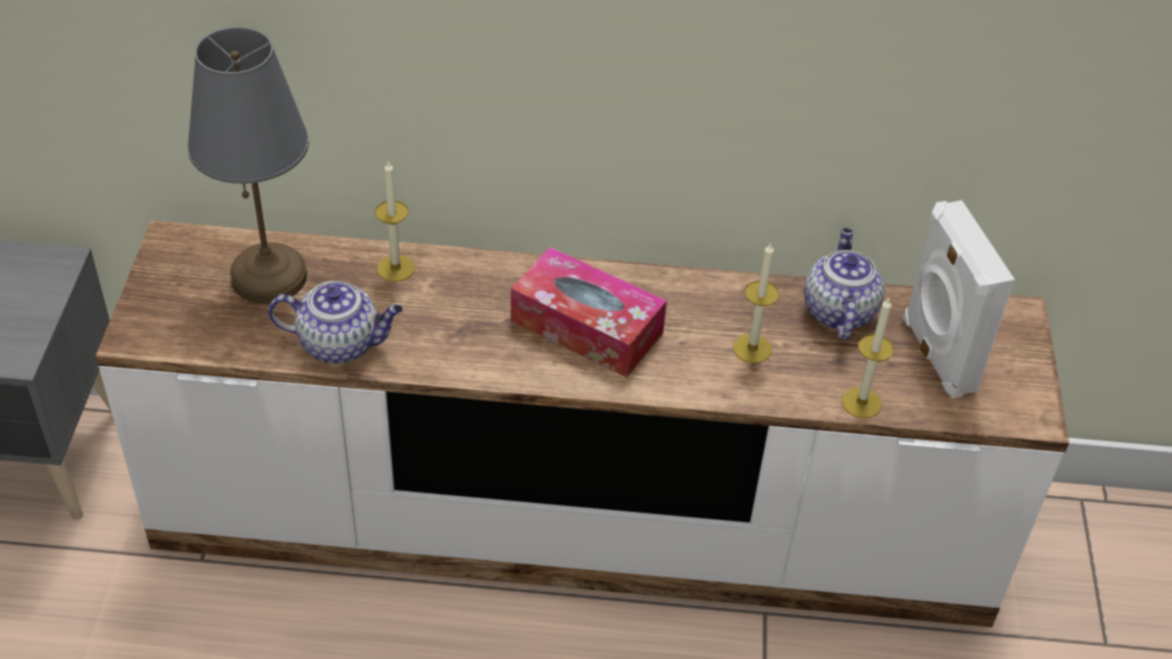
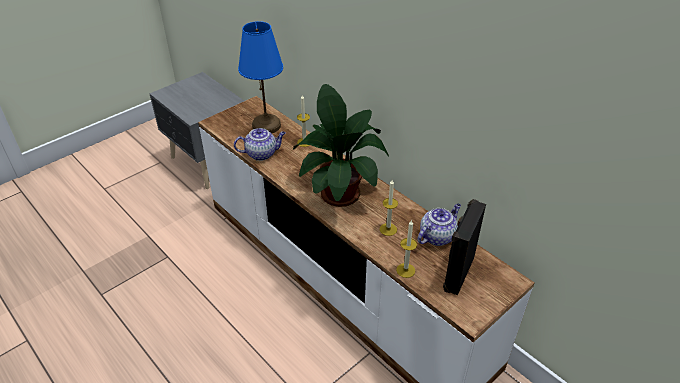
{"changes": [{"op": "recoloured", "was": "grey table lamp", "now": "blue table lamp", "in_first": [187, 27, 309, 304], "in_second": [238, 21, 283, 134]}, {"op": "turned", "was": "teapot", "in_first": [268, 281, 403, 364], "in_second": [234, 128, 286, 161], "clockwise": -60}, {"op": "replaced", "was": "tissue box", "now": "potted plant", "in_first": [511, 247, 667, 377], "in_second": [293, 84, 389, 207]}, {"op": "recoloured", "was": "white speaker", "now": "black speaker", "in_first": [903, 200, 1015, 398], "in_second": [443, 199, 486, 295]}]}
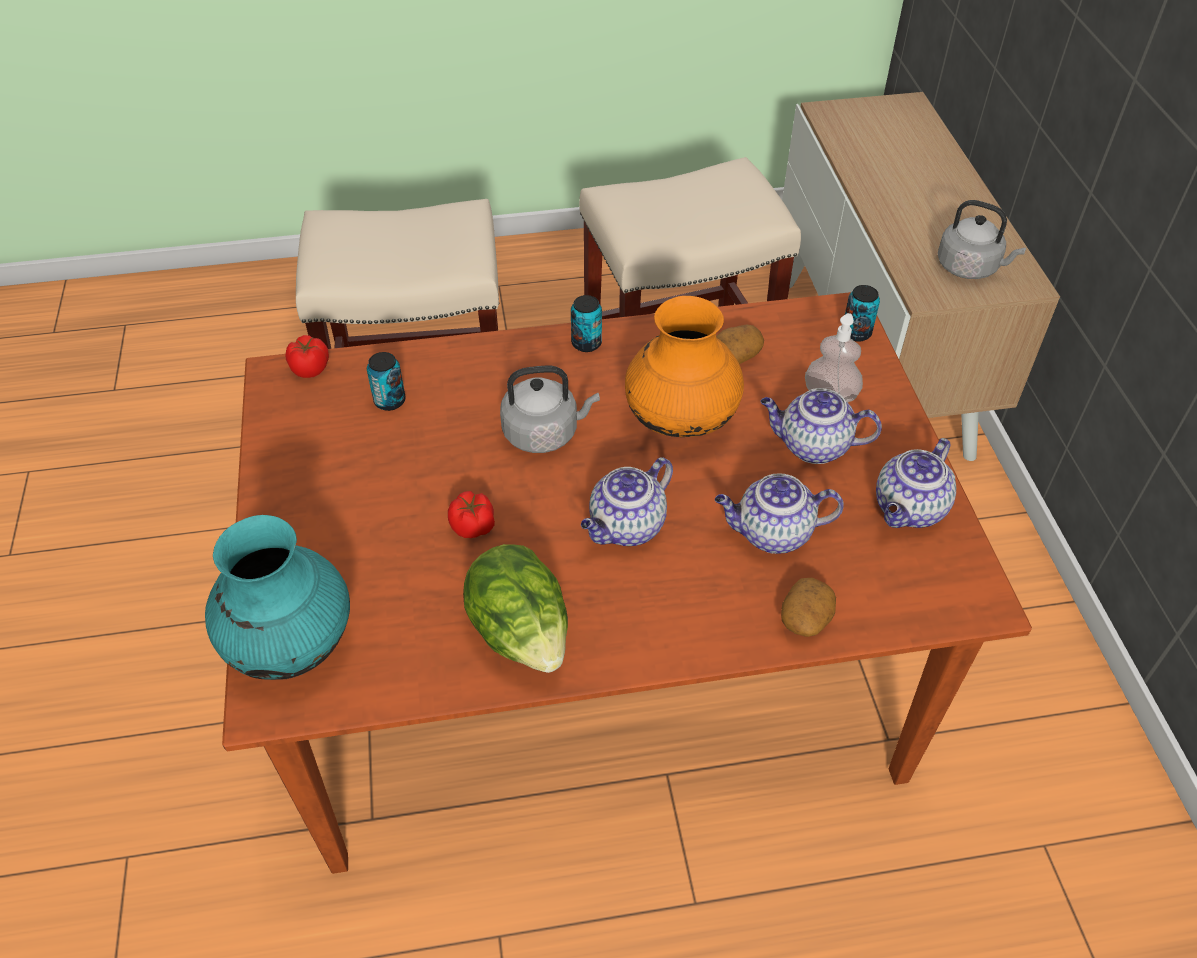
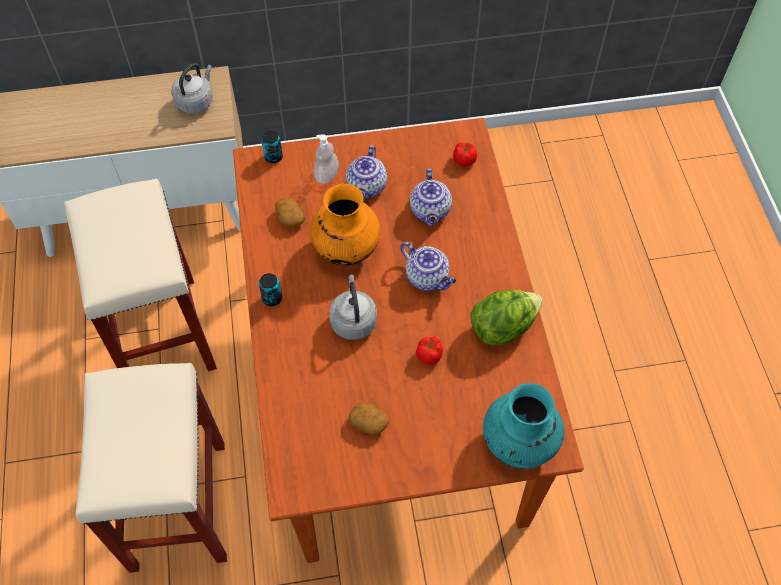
{"changes": [{"op": "moved", "was": "tomato", "in_first": [285, 335, 329, 378], "in_second": [453, 142, 477, 167]}, {"op": "removed", "was": "can", "in_first": [367, 352, 406, 411]}, {"op": "moved", "was": "potato", "in_first": [781, 578, 836, 637], "in_second": [349, 403, 389, 434]}, {"op": "removed", "was": "teapot", "in_first": [876, 438, 956, 528]}]}
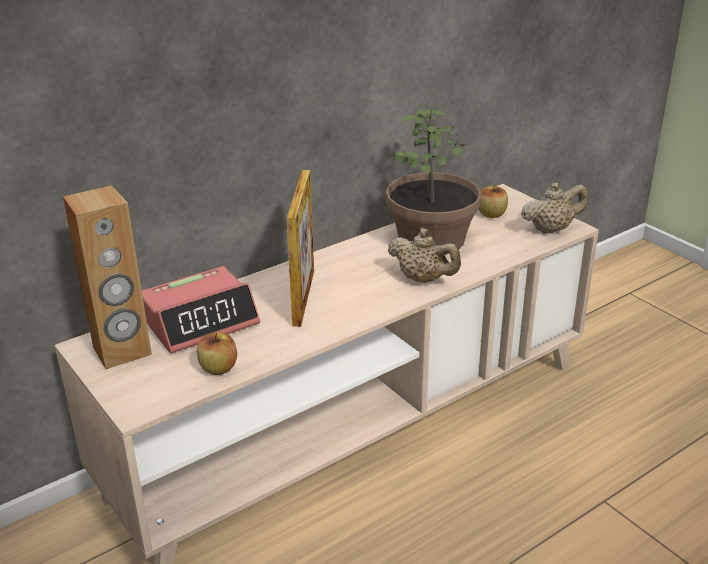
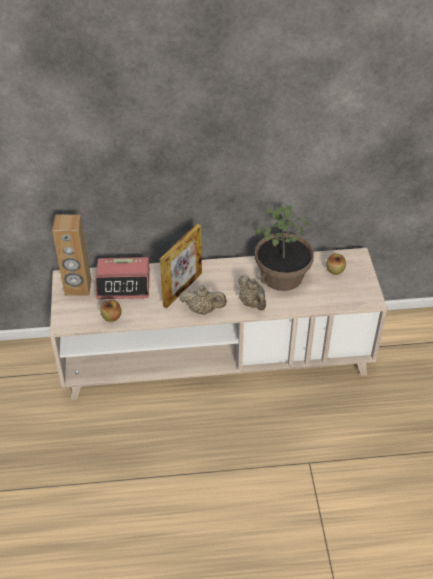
{"changes": [{"op": "moved", "was": "beige teapot", "in_first": [521, 182, 588, 234], "in_second": [179, 286, 227, 315]}]}
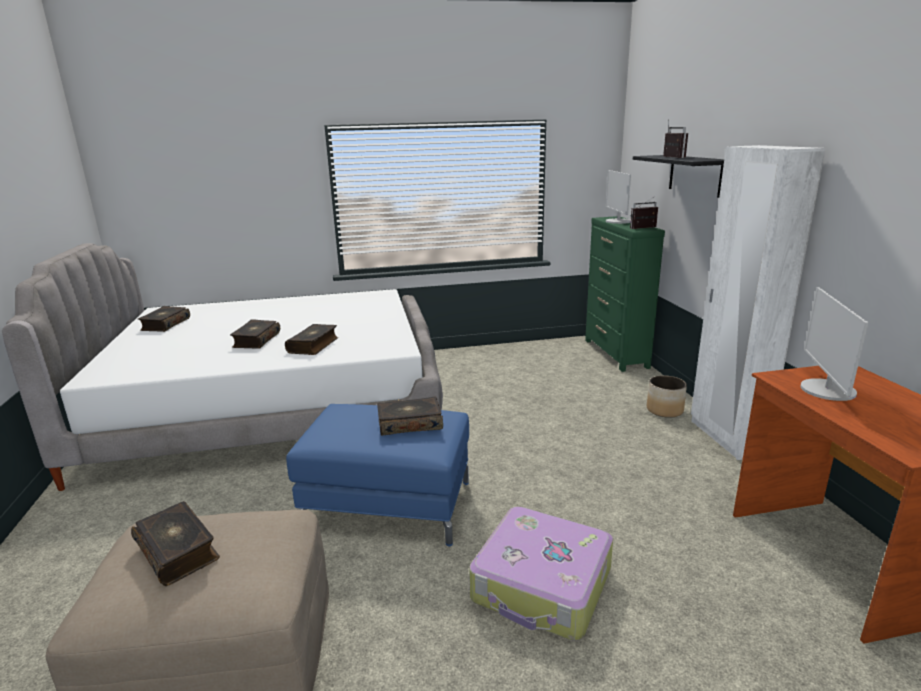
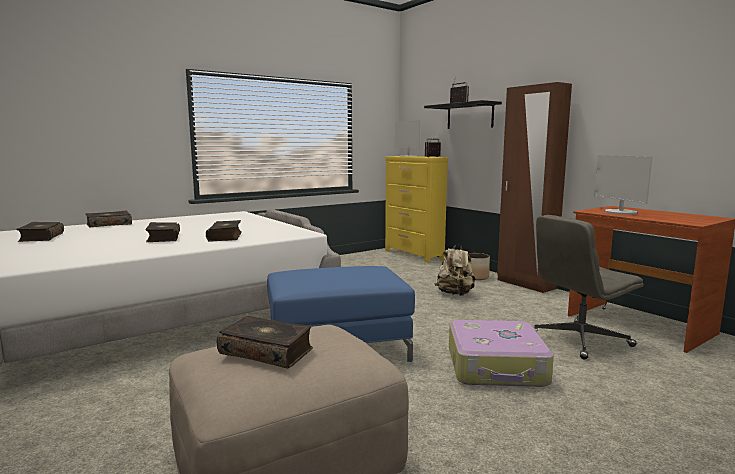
{"changes": [{"op": "moved", "was": "book", "in_first": [377, 397, 443, 435], "in_second": [86, 210, 132, 228]}, {"op": "recoloured", "was": "green dresser", "now": "yellow dresser", "in_first": [585, 216, 665, 372], "in_second": [385, 156, 448, 263]}, {"op": "recoloured", "was": "white wardrobe", "now": "brown wardrobe", "in_first": [691, 145, 826, 460], "in_second": [497, 82, 572, 293]}, {"op": "added", "now": "beige backpack", "in_second": [434, 243, 476, 296]}, {"op": "added", "now": "grey office chair", "in_second": [533, 215, 643, 360]}]}
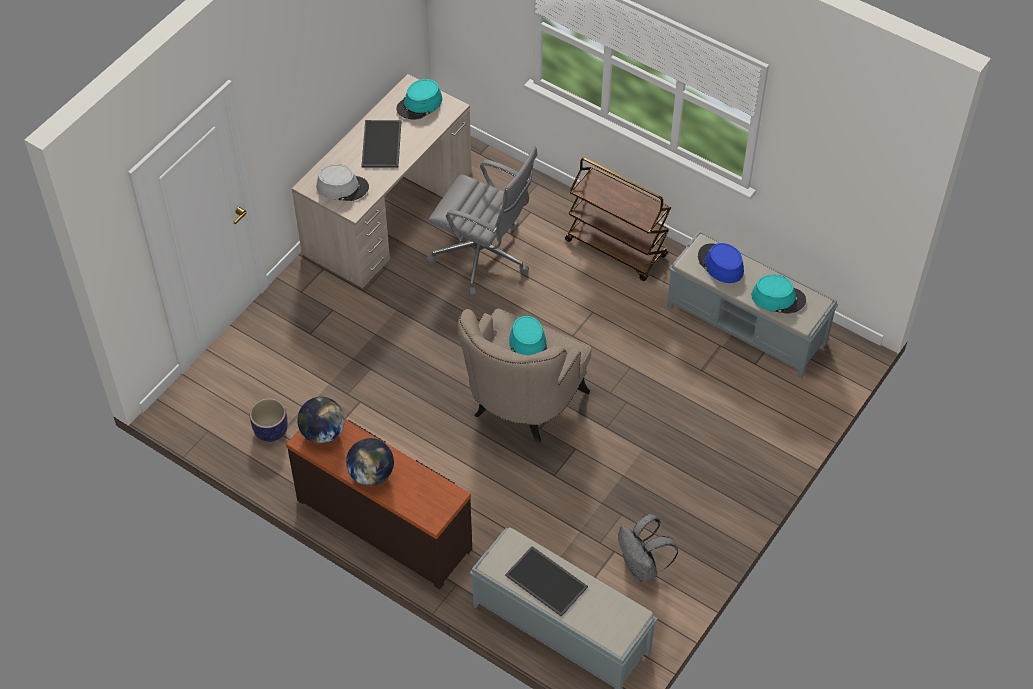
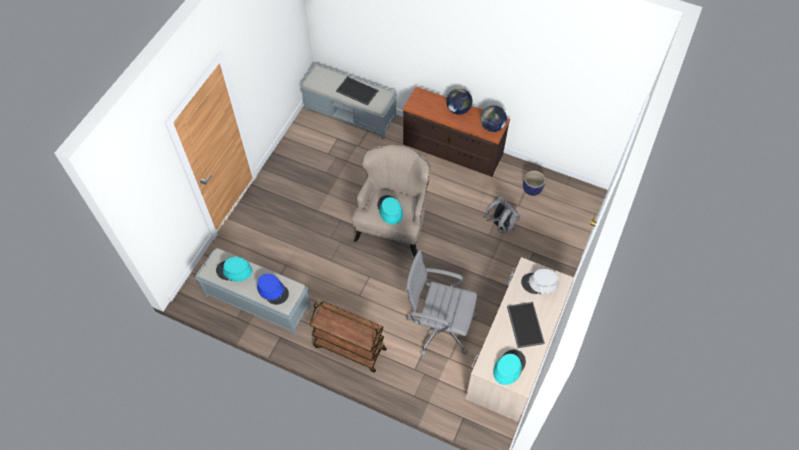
{"changes": [{"op": "moved", "was": "grey backpack", "in_first": [618, 514, 678, 582], "in_second": [484, 195, 520, 233]}]}
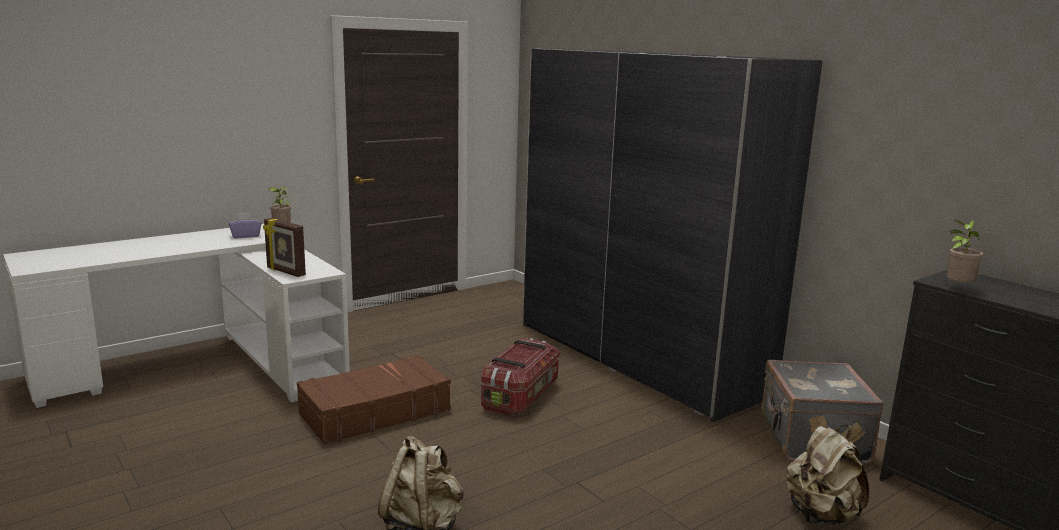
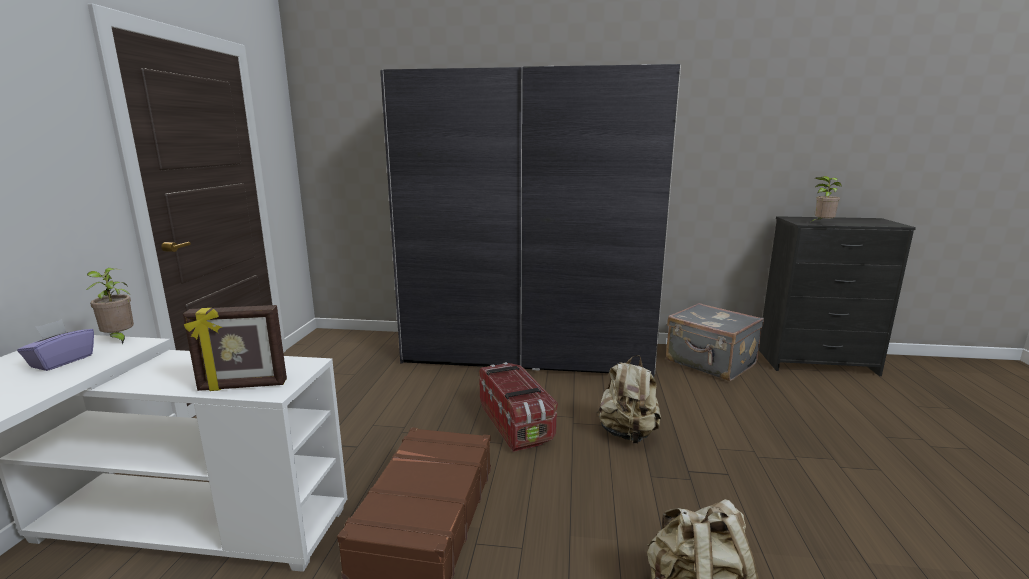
{"changes": [{"op": "moved", "was": "beige backpack", "in_first": [786, 425, 869, 525], "in_second": [596, 355, 661, 444]}]}
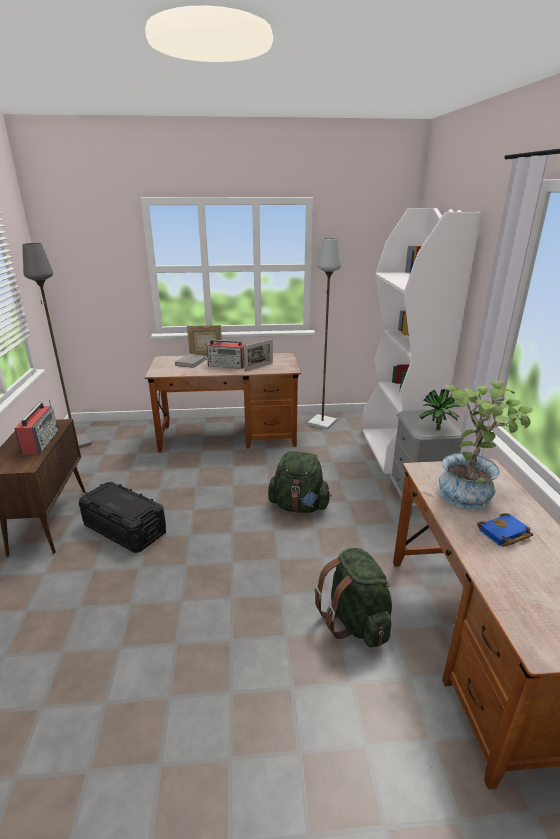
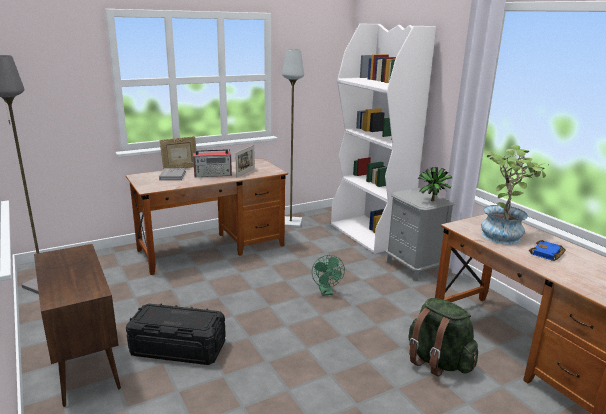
{"changes": [{"op": "removed", "was": "radio", "in_first": [14, 399, 59, 455]}, {"op": "replaced", "was": "green backpack", "now": "green fan", "in_first": [268, 451, 331, 513], "in_second": [312, 255, 345, 296]}]}
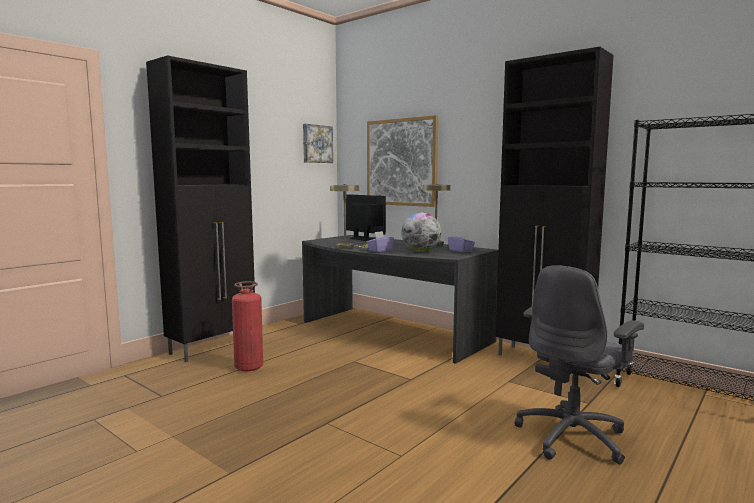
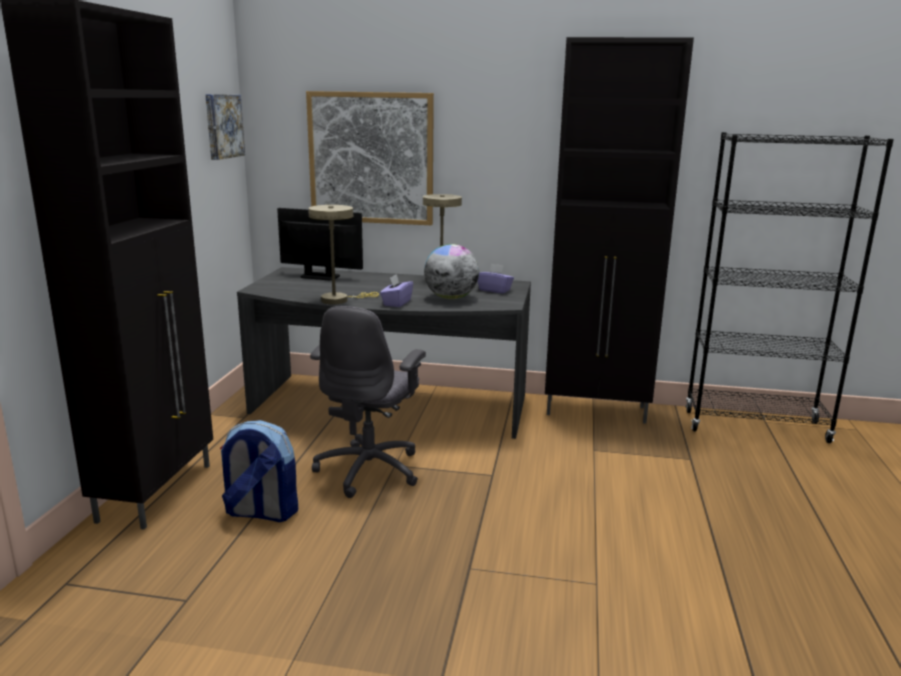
{"changes": [{"op": "replaced", "was": "fire extinguisher", "now": "backpack", "in_first": [232, 281, 263, 371], "in_second": [220, 420, 298, 522]}, {"op": "moved", "was": "grey office chair", "in_first": [515, 265, 644, 464], "in_second": [310, 306, 426, 498]}]}
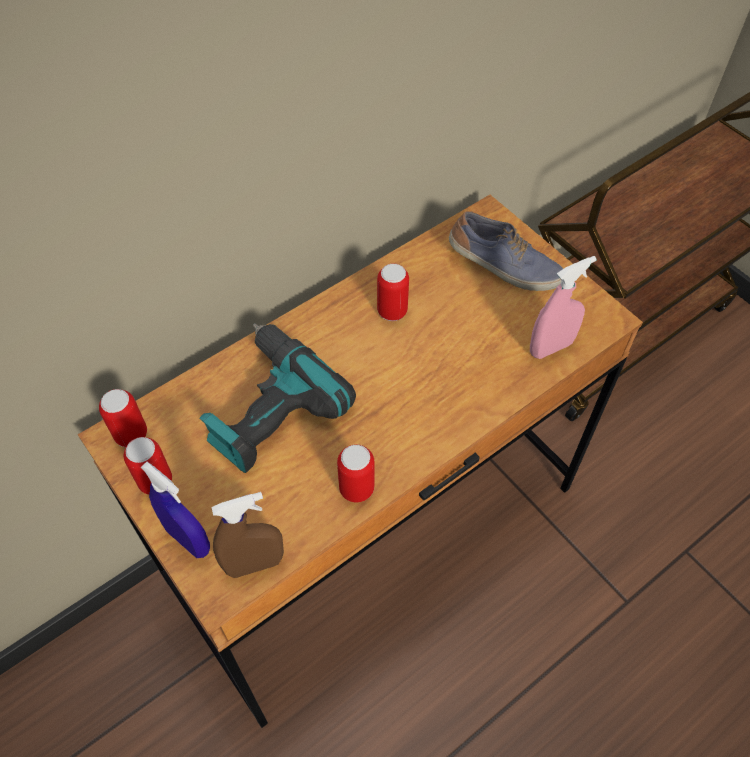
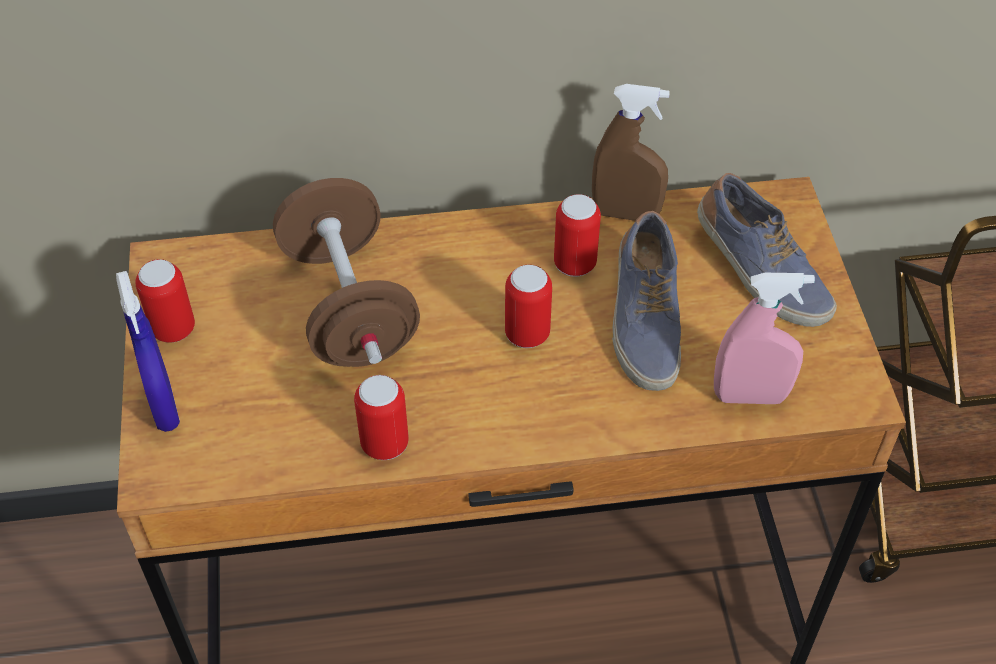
{"changes": [{"op": "moved", "was": "can", "in_first": [99, 389, 147, 447], "in_second": [505, 265, 552, 348]}, {"op": "replaced", "was": "power drill", "now": "brown dumbbell", "in_first": [199, 323, 356, 473], "in_second": [273, 178, 420, 367]}, {"op": "moved", "was": "brown spray bottle", "in_first": [211, 492, 284, 578], "in_second": [592, 84, 670, 221]}, {"op": "added", "now": "shoe", "in_second": [612, 211, 681, 391]}]}
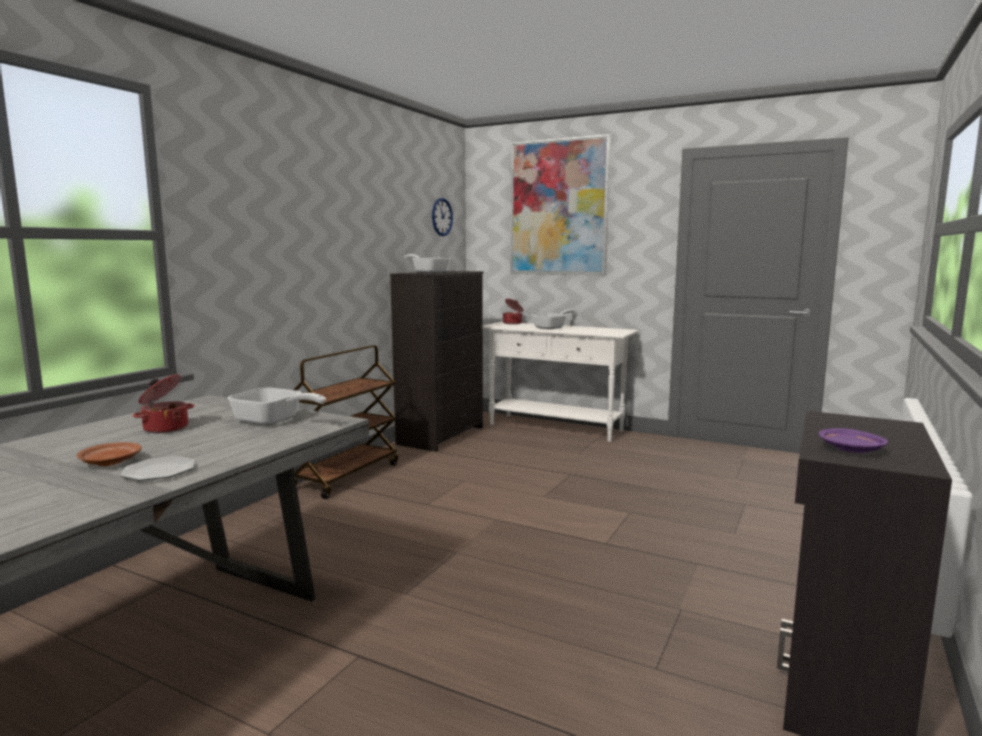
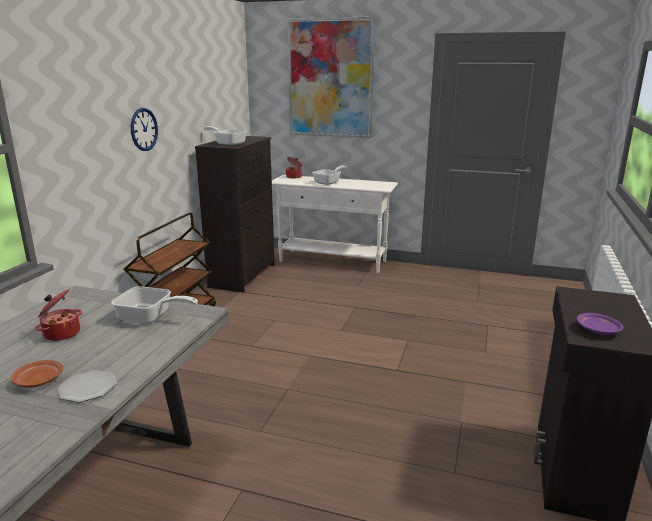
{"changes": [{"op": "moved", "was": "wall clock", "in_first": [432, 198, 453, 236], "in_second": [131, 108, 158, 151]}]}
